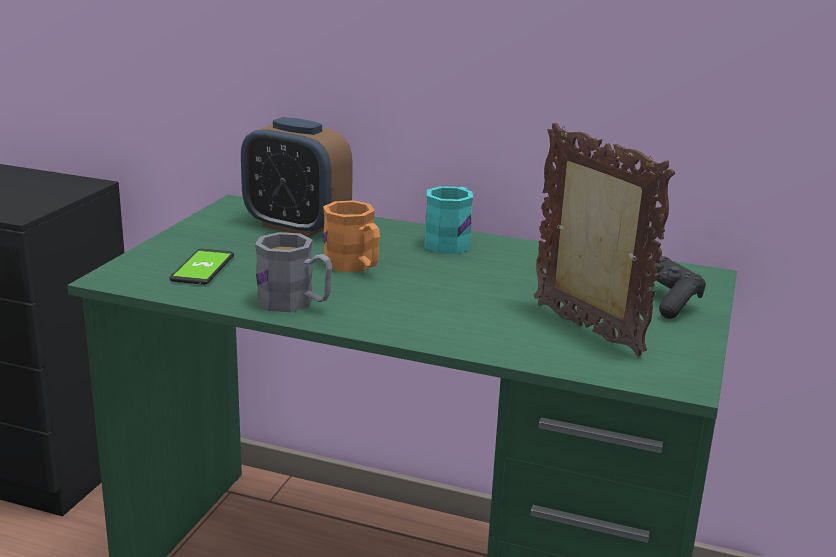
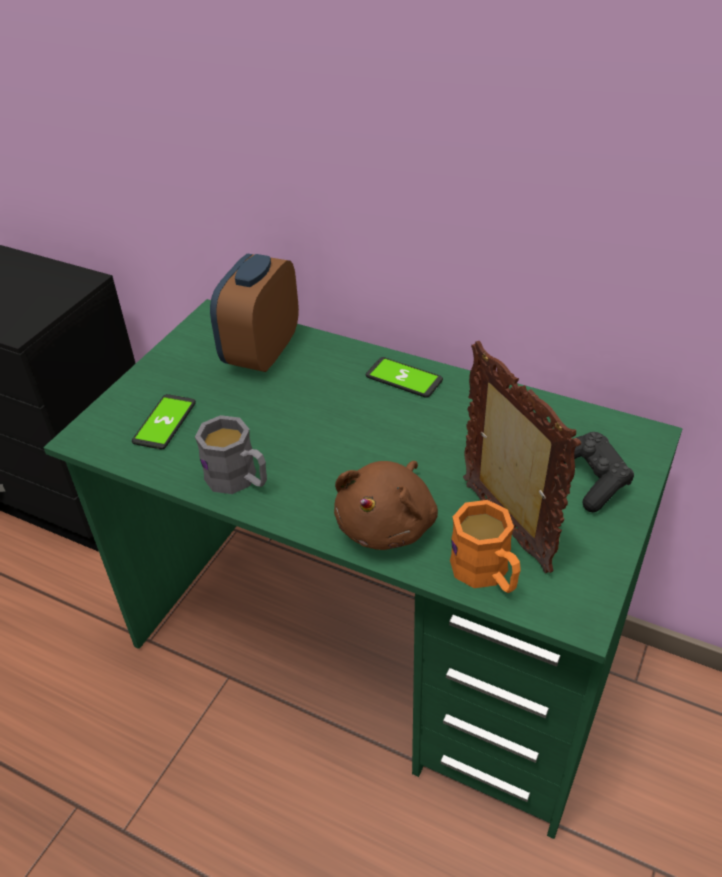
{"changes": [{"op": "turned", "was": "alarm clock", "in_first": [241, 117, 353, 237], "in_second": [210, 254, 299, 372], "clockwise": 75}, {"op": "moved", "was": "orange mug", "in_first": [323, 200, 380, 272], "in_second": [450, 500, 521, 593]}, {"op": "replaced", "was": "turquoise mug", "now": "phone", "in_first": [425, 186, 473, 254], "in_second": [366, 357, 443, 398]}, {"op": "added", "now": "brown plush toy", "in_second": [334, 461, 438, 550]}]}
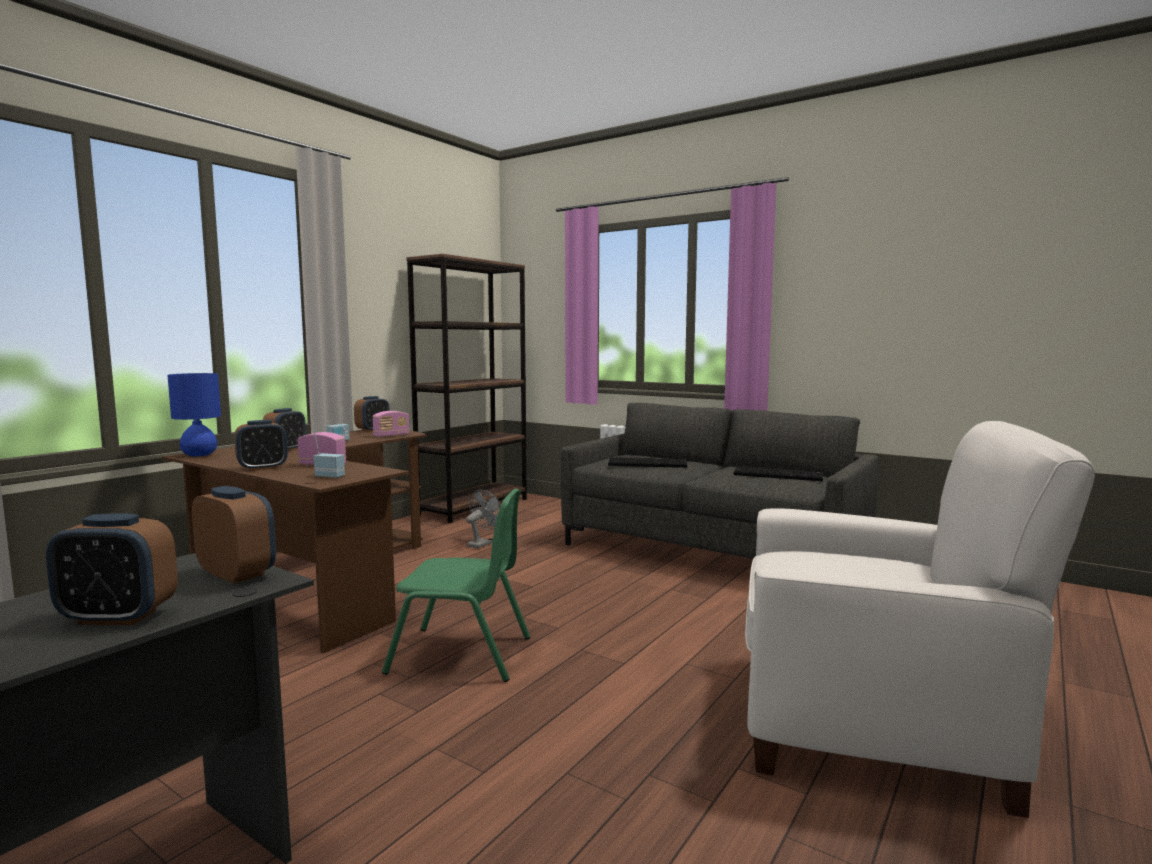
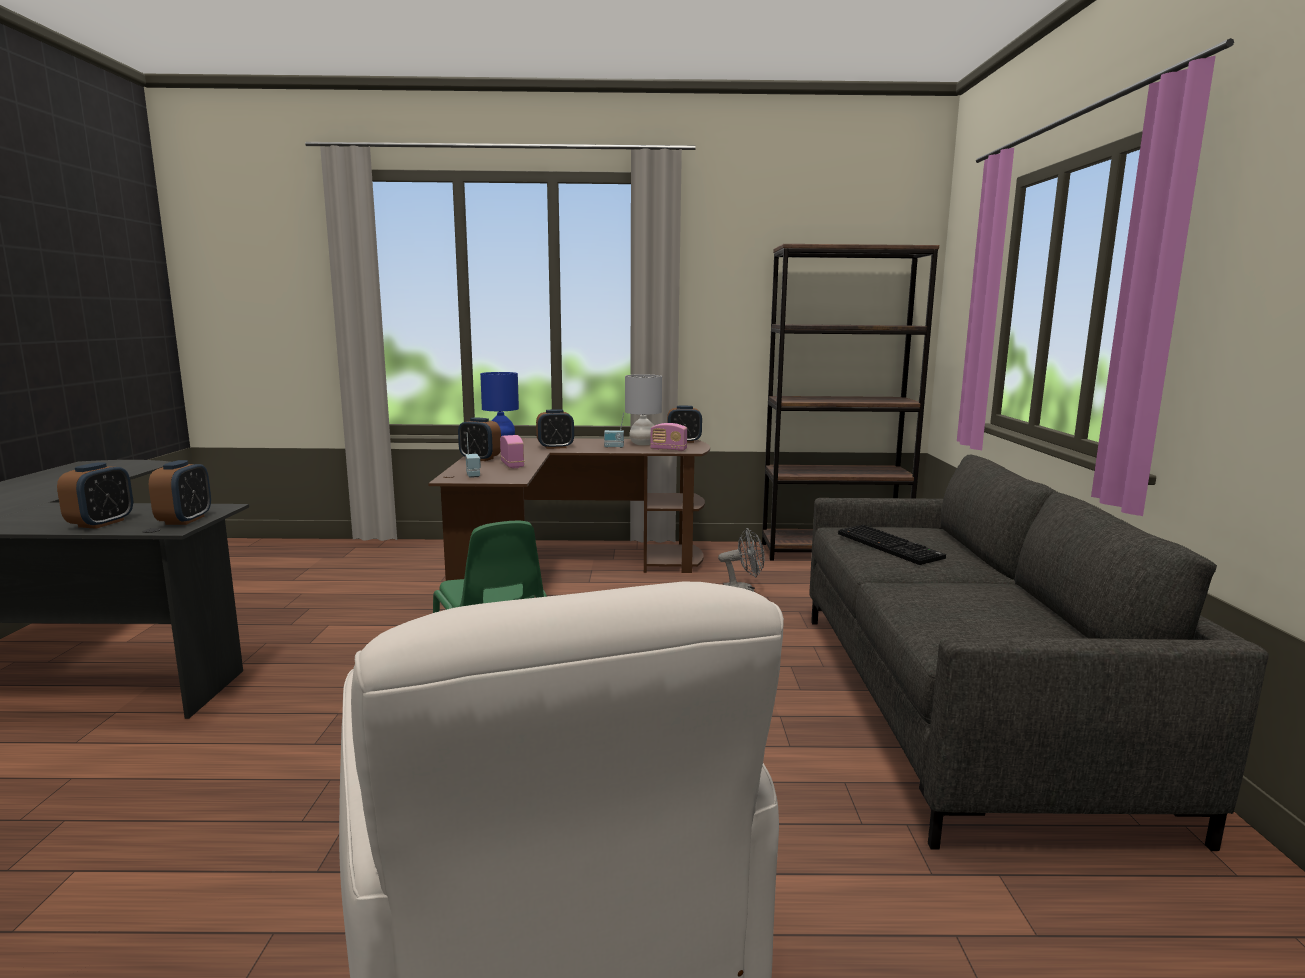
{"changes": [{"op": "turned", "was": "alarm clock", "in_first": [46, 513, 178, 625], "in_second": [57, 462, 133, 529], "clockwise": -135}, {"op": "removed", "was": "keyboard", "in_first": [733, 466, 823, 481]}, {"op": "added", "now": "grey table lamp", "in_second": [625, 374, 662, 445]}]}
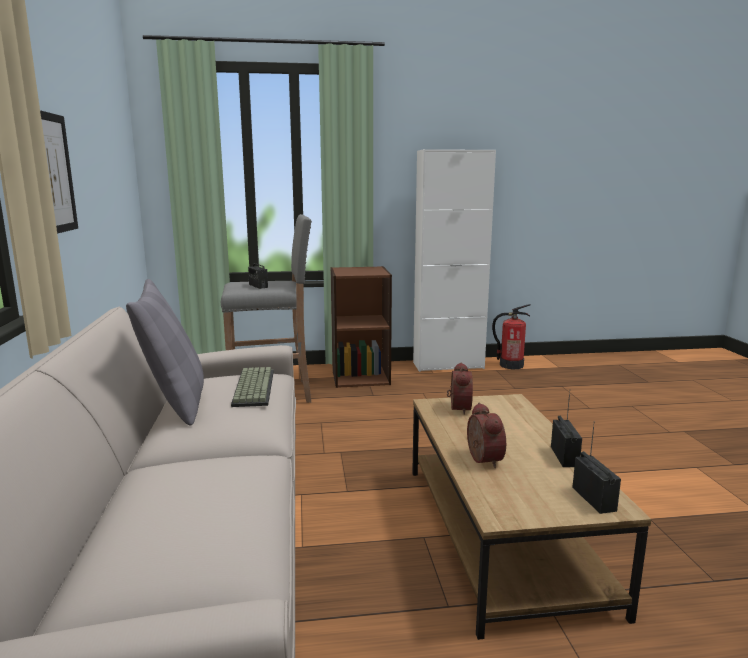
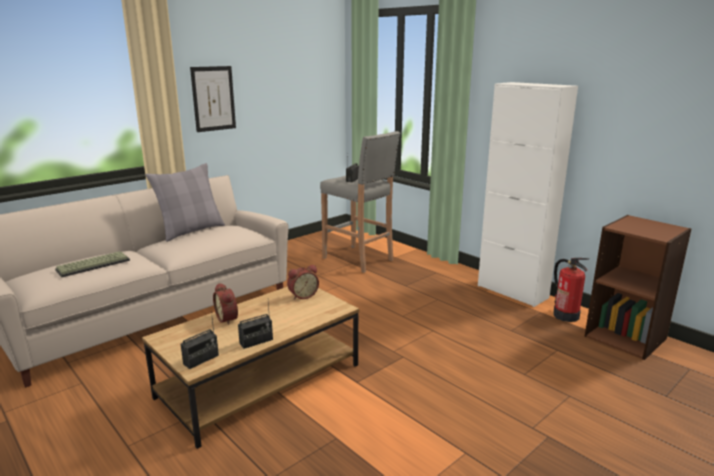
{"changes": [{"op": "moved", "was": "keyboard", "in_first": [231, 367, 274, 407], "in_second": [55, 251, 130, 277]}, {"op": "moved", "was": "brown bookcase", "in_first": [330, 266, 392, 388], "in_second": [584, 215, 692, 360]}, {"op": "turned", "was": "alarm clock", "in_first": [467, 403, 506, 468], "in_second": [213, 283, 238, 325], "clockwise": 105}]}
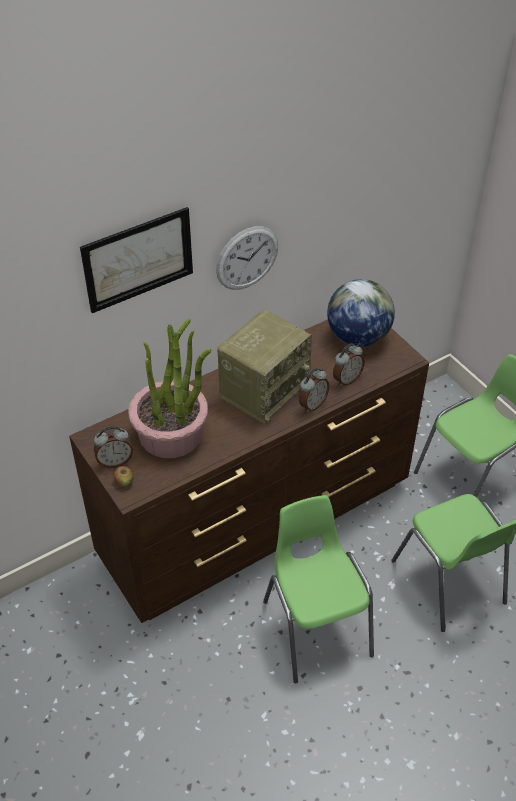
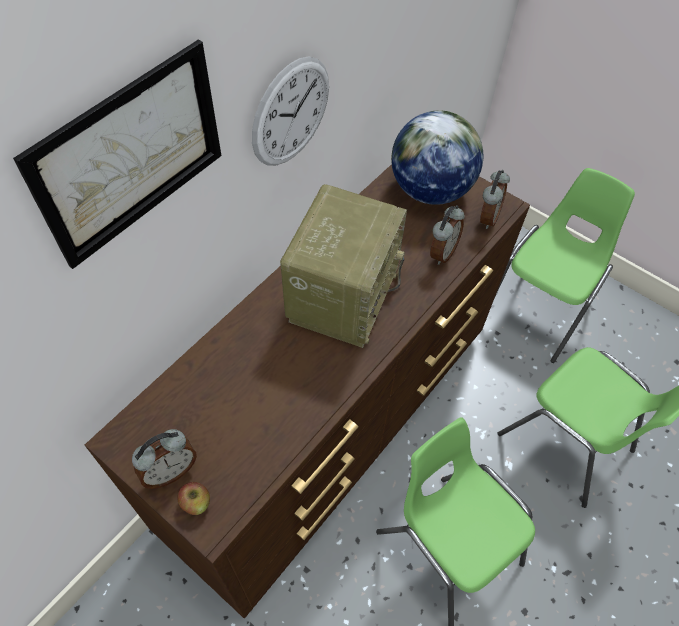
{"changes": [{"op": "removed", "was": "potted plant", "in_first": [128, 319, 212, 458]}, {"op": "moved", "was": "alarm clock", "in_first": [299, 368, 329, 412], "in_second": [480, 170, 510, 229]}]}
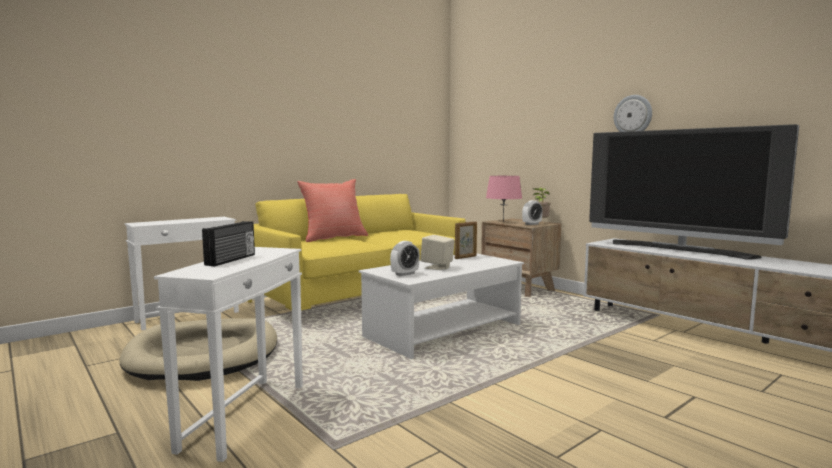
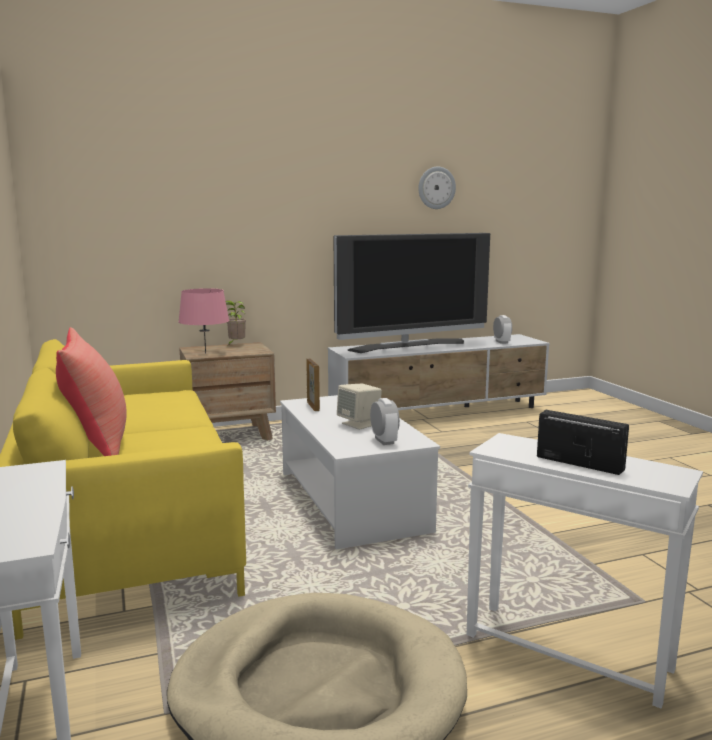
{"changes": [{"op": "moved", "was": "alarm clock", "in_first": [522, 200, 543, 225], "in_second": [493, 315, 512, 344]}, {"op": "moved", "was": "wall clock", "in_first": [614, 95, 652, 132], "in_second": [418, 167, 456, 209]}]}
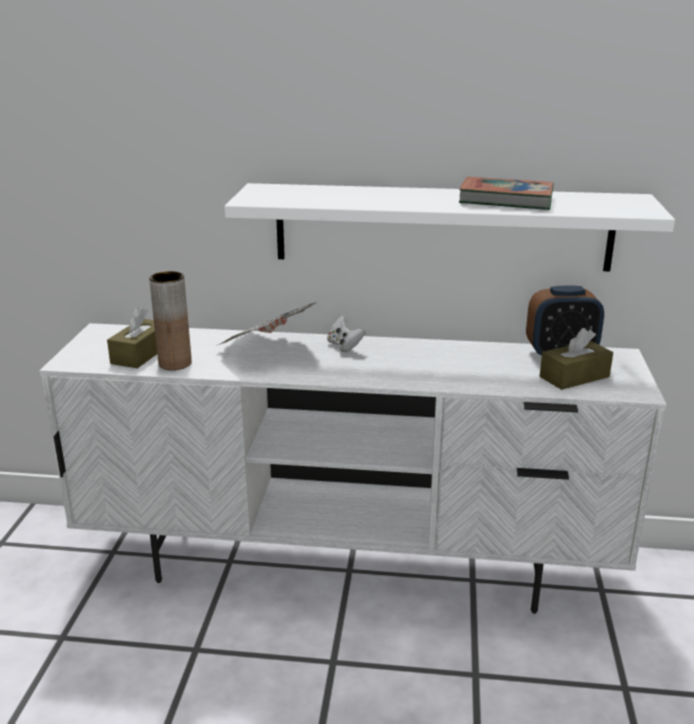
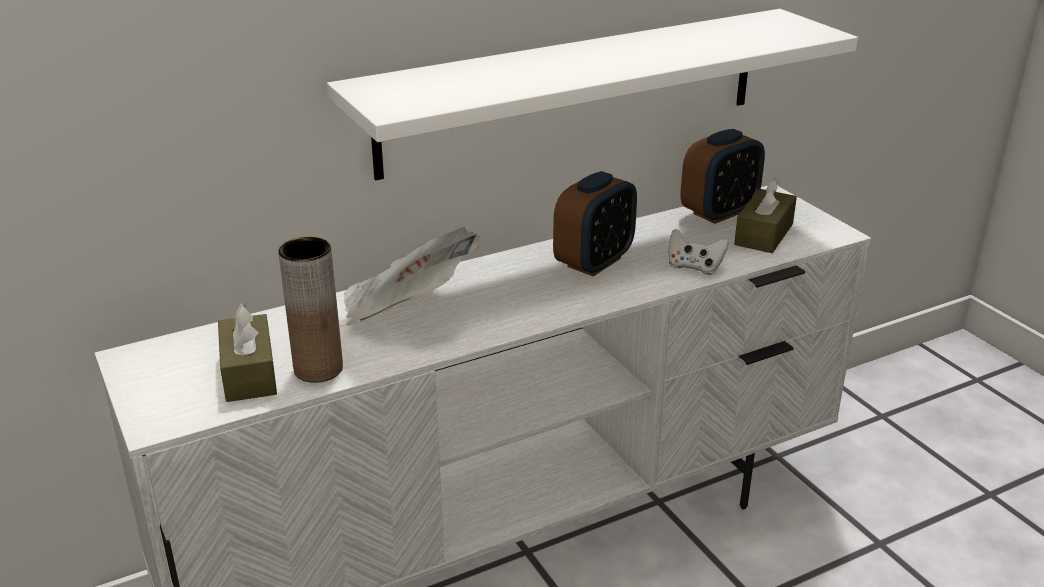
{"changes": [{"op": "moved", "was": "white game controller", "in_first": [327, 316, 366, 352], "in_second": [668, 229, 728, 275]}, {"op": "removed", "was": "book", "in_first": [459, 177, 554, 210]}, {"op": "added", "now": "alarm clock", "in_second": [553, 171, 637, 276]}]}
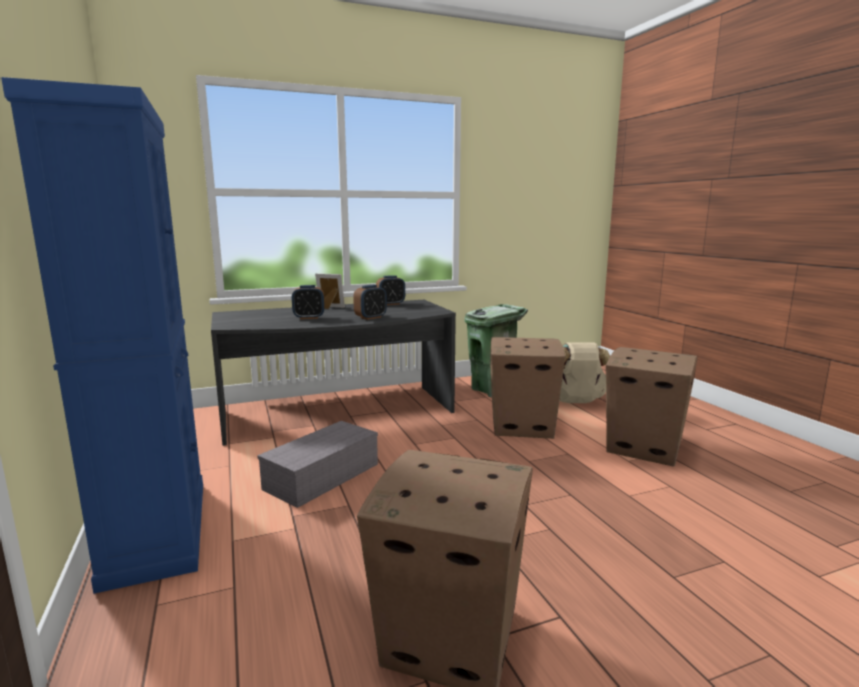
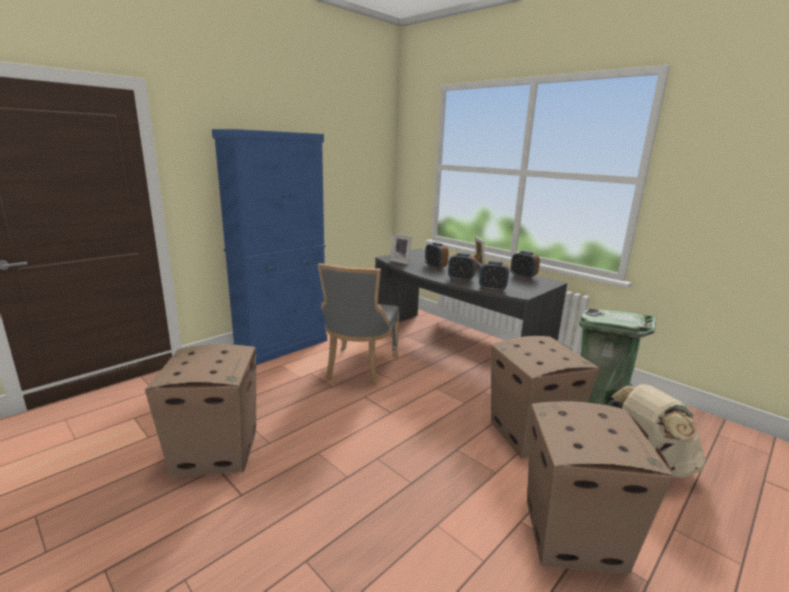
{"changes": [{"op": "replaced", "was": "grey storage box", "now": "grey chair", "in_first": [257, 421, 378, 508], "in_second": [318, 263, 399, 387]}, {"op": "added", "now": "picture frame", "in_second": [390, 233, 412, 264]}, {"op": "added", "now": "alarm clock", "in_second": [479, 261, 509, 292]}]}
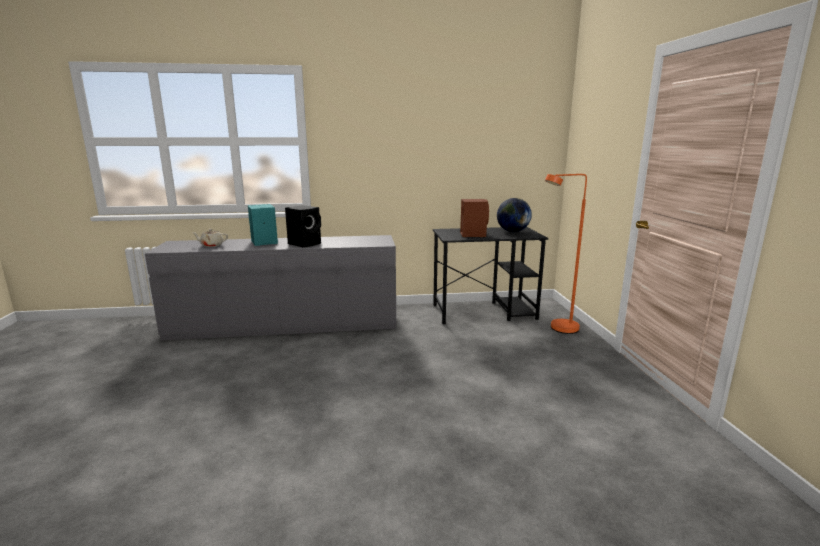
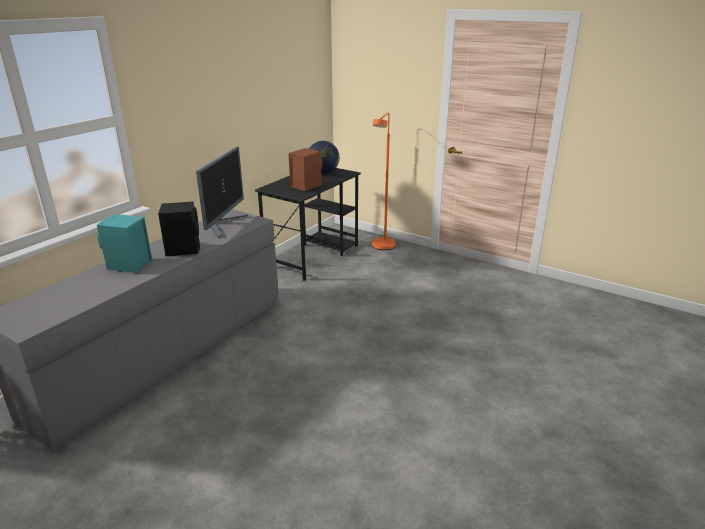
{"changes": [{"op": "removed", "was": "beige teapot", "in_first": [193, 229, 228, 247]}, {"op": "added", "now": "monitor", "in_second": [196, 147, 248, 238]}]}
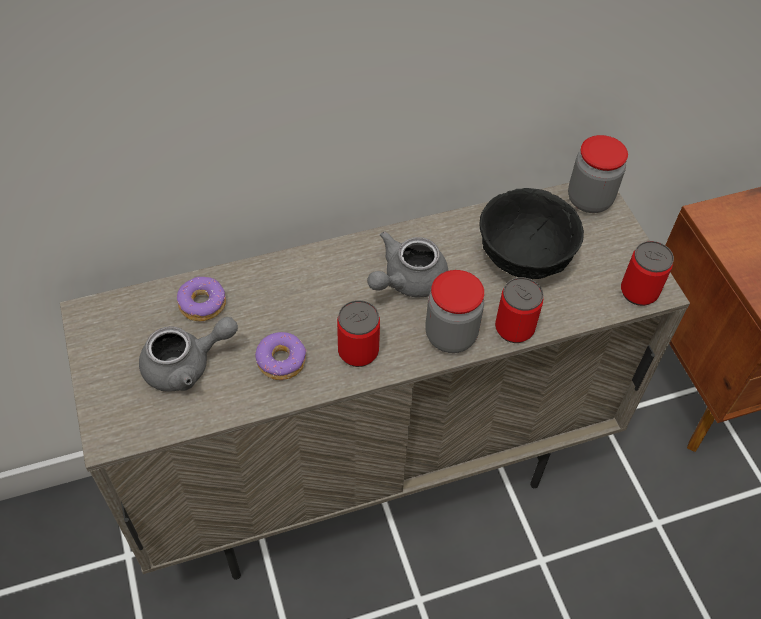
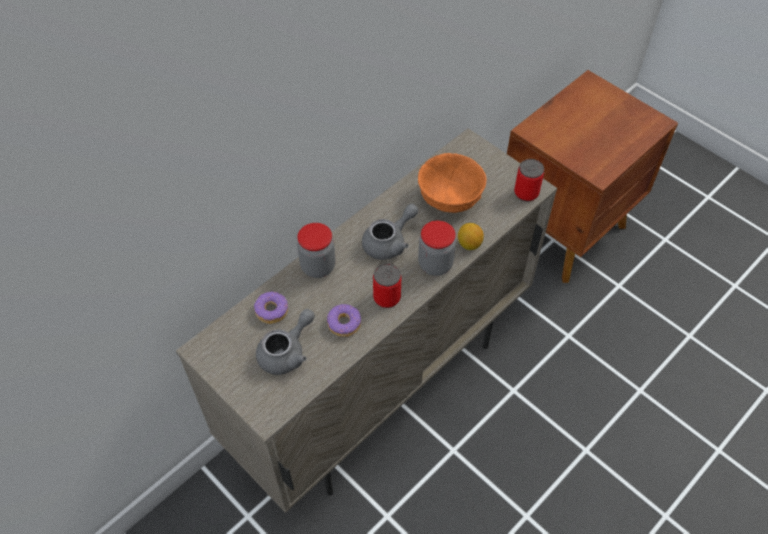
{"changes": [{"op": "turned", "was": "grey teapot", "in_first": [367, 231, 448, 297], "in_second": [362, 204, 418, 260], "clockwise": -150}, {"op": "recoloured", "was": "black bowl", "now": "orange bowl", "in_first": [480, 188, 584, 279], "in_second": [418, 153, 487, 213]}, {"op": "replaced", "was": "can", "now": "lemon", "in_first": [495, 277, 543, 343], "in_second": [458, 223, 484, 250]}, {"op": "moved", "was": "jar", "in_first": [568, 135, 628, 213], "in_second": [297, 223, 335, 278]}]}
